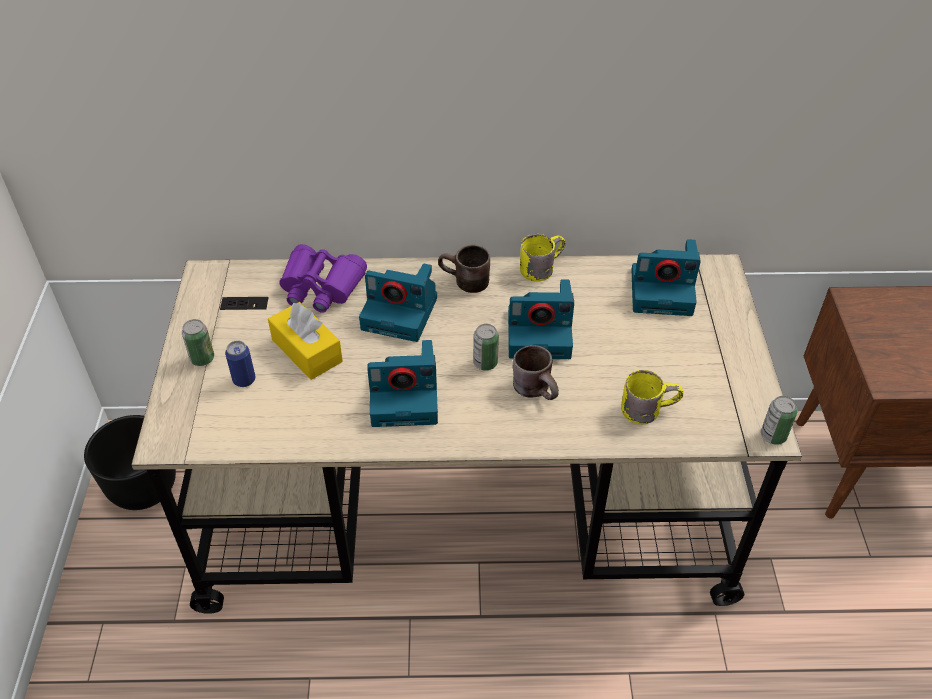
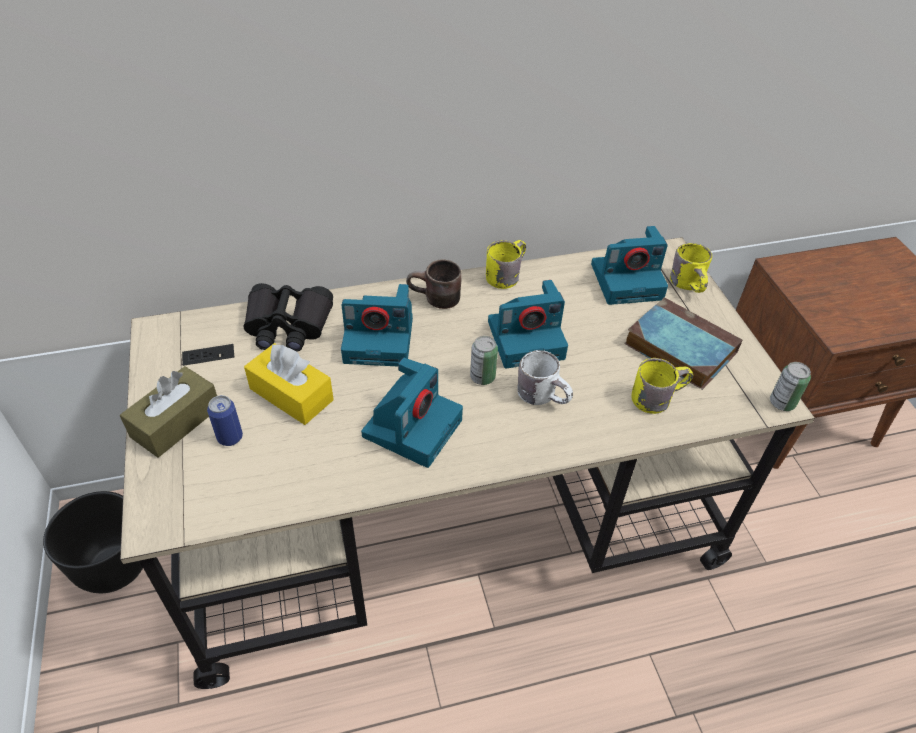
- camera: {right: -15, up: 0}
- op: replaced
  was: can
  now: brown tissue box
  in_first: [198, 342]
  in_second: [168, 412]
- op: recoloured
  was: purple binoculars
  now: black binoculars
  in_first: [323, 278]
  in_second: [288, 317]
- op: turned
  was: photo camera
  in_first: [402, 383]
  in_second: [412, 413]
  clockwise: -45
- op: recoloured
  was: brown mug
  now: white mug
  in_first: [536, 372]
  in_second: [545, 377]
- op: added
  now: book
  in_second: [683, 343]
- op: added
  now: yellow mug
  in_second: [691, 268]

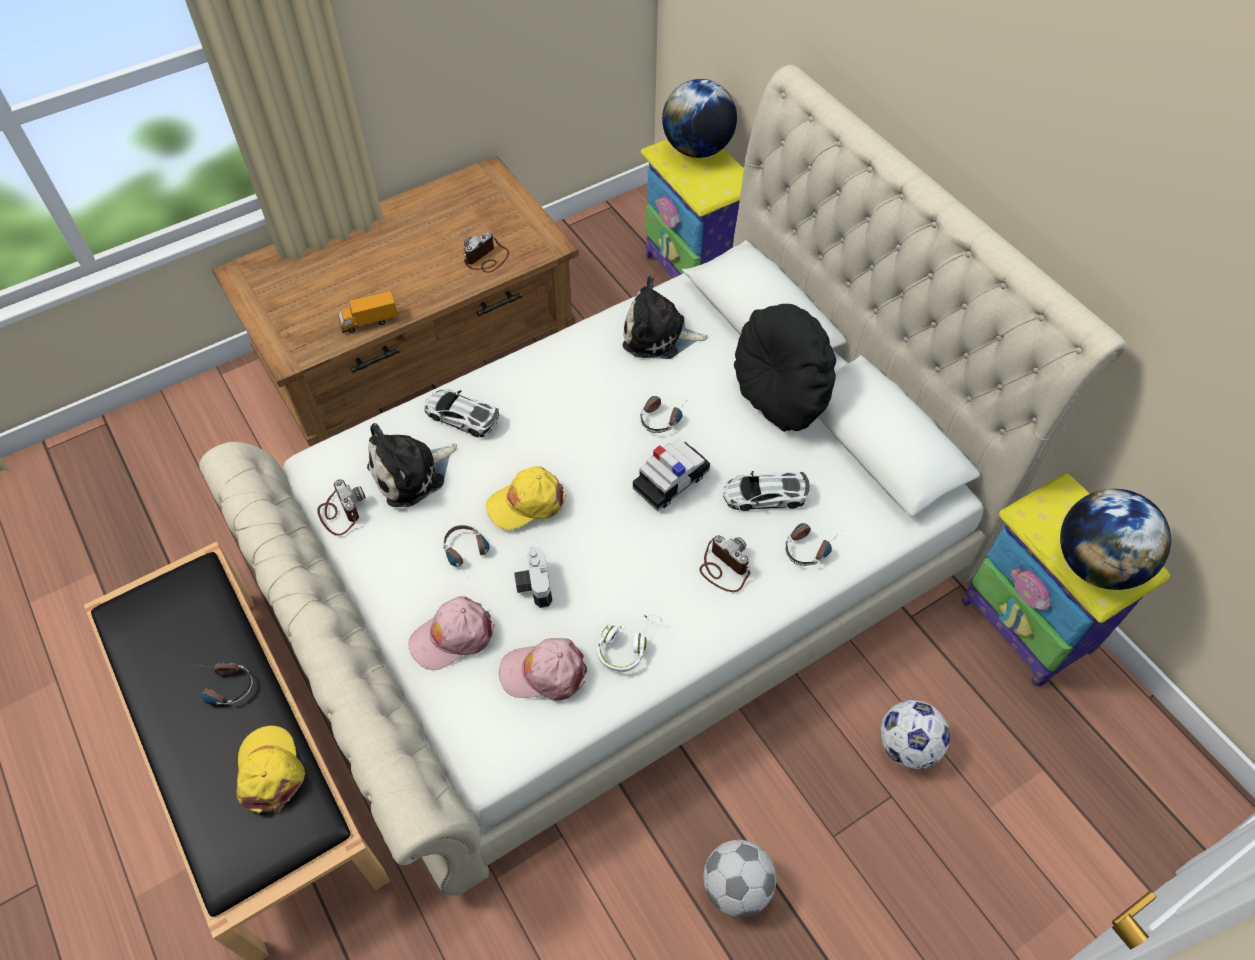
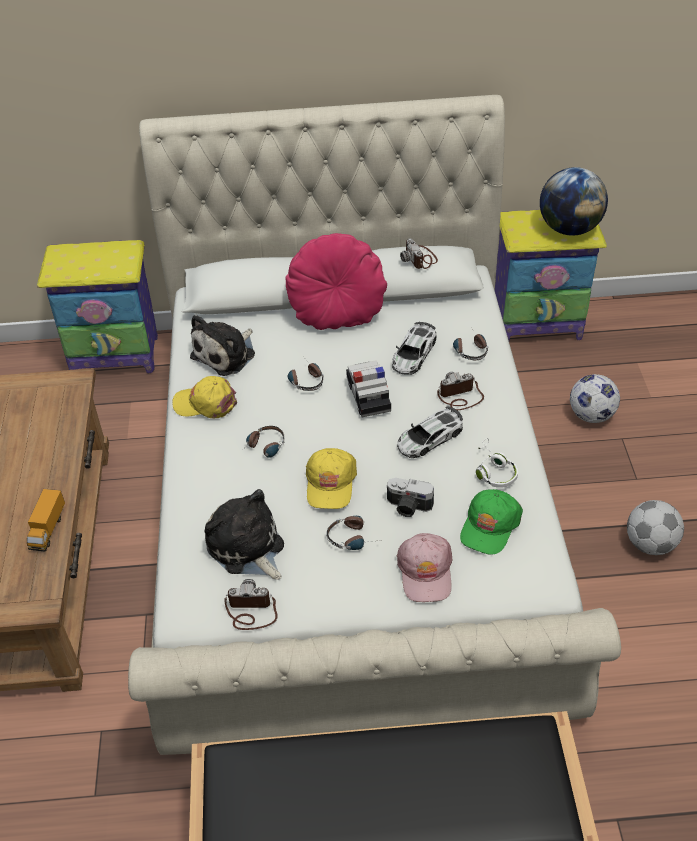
- camera: {right: -60, up: -10}
- op: moved
  was: headphones
  in_first: [225, 683]
  in_second: [261, 442]
- op: moved
  was: yellow cap
  in_first: [270, 769]
  in_second: [204, 397]
- op: turned
  was: plush toy
  in_first: [412, 465]
  in_second: [244, 534]
  clockwise: 150
- op: moved
  was: toy car
  in_first: [462, 413]
  in_second: [430, 432]
- op: moved
  was: photo camera
  in_first: [486, 252]
  in_second: [419, 253]
- op: recoloured
  was: pink cap
  now: green cap
  in_first: [543, 669]
  in_second: [491, 522]
- op: removed
  was: globe
  in_first: [699, 118]
- op: recoloured
  was: black pillow
  now: pink pillow
  in_first: [785, 368]
  in_second: [336, 281]

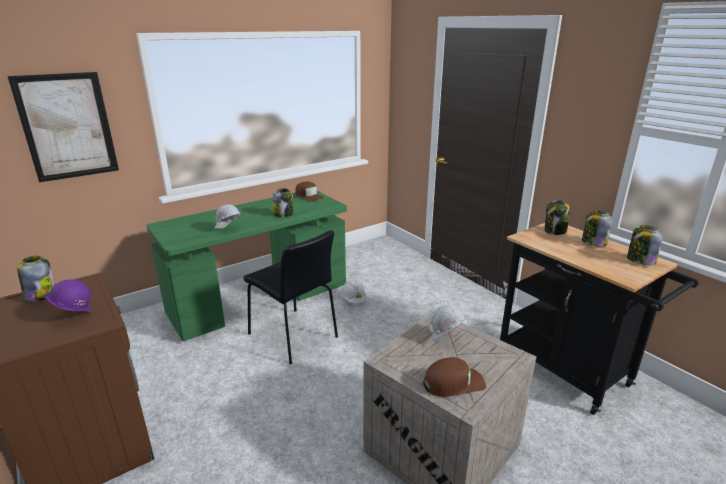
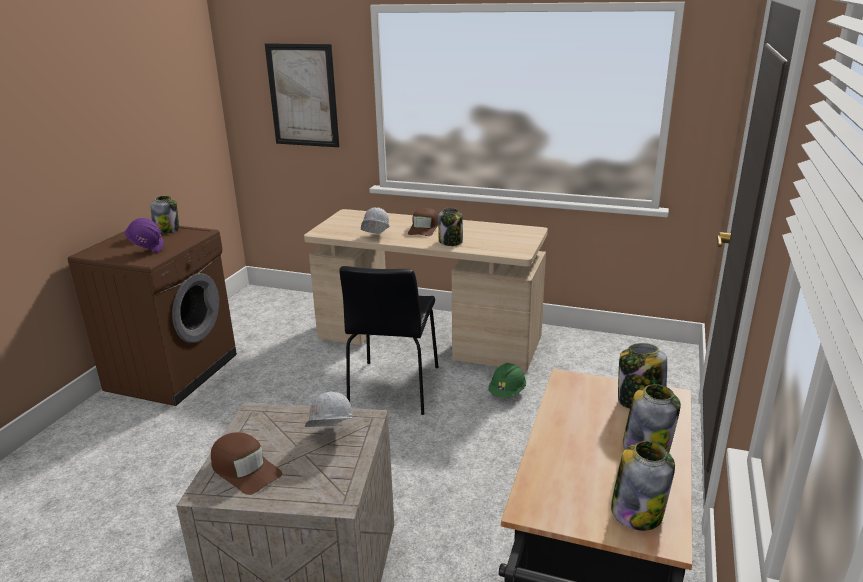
- camera: {right: 55, up: 0}
- op: recoloured
  was: green desk
  now: beige desk
  in_first: [247, 266]
  in_second: [426, 290]
- op: moved
  was: brown cap
  in_first: [309, 192]
  in_second: [423, 222]
- op: recoloured
  was: white hard hat
  now: green hard hat
  in_first: [354, 291]
  in_second: [507, 380]

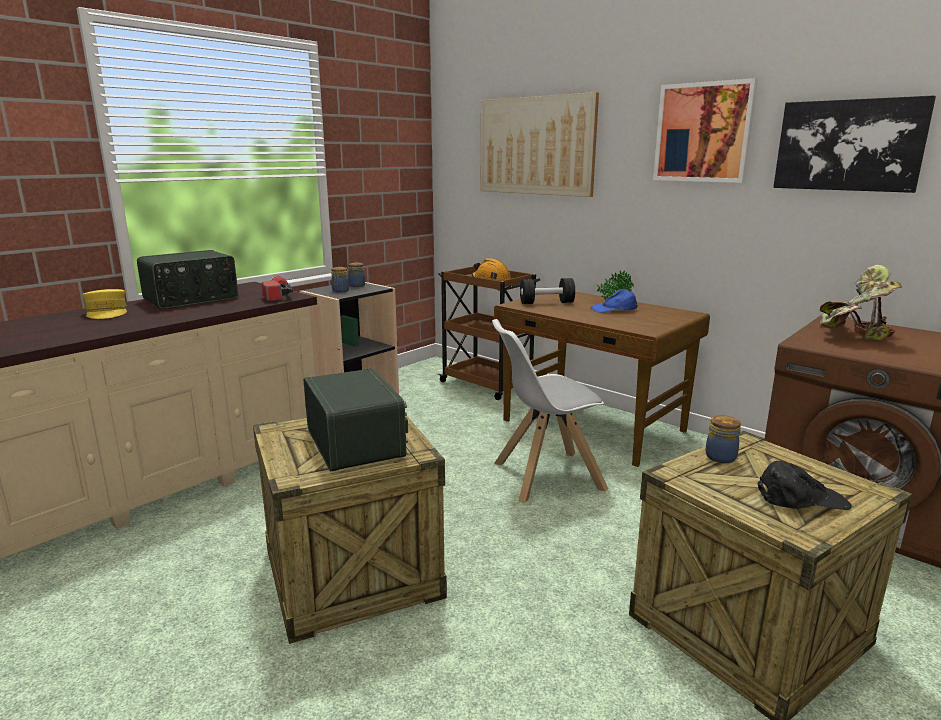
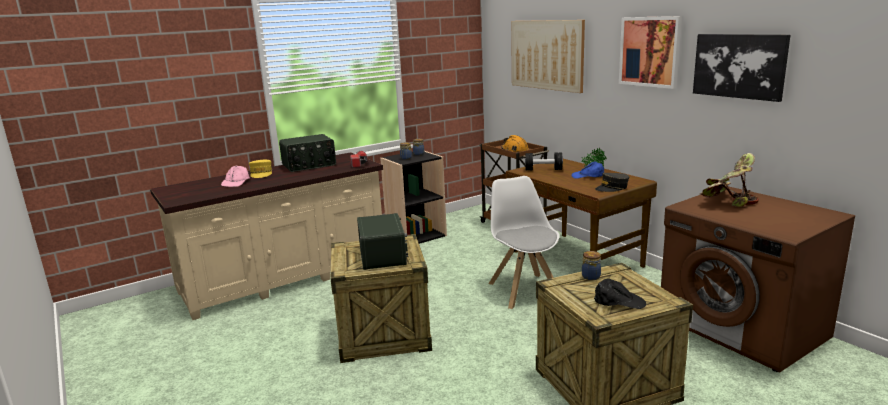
- camera: {right: 15, up: 0}
- op: turned
  was: chair
  in_first: [550, 411]
  in_second: [524, 242]
  clockwise: 75
- op: added
  now: pink cap
  in_second: [235, 176]
- op: added
  now: grey cap
  in_second: [612, 182]

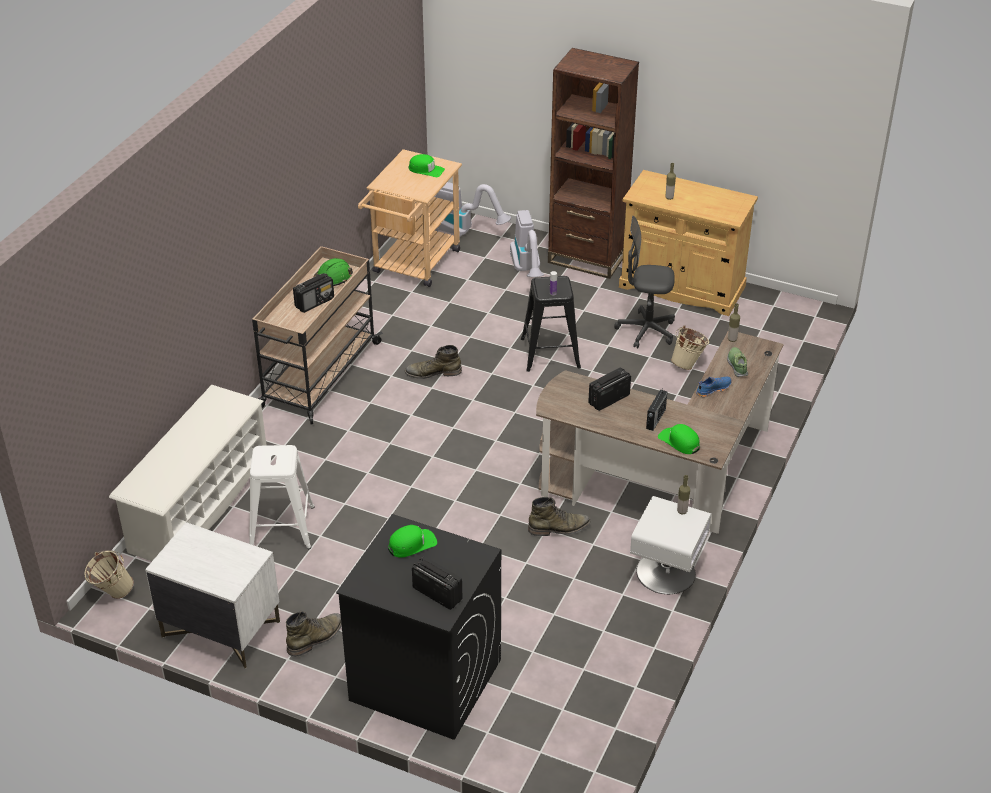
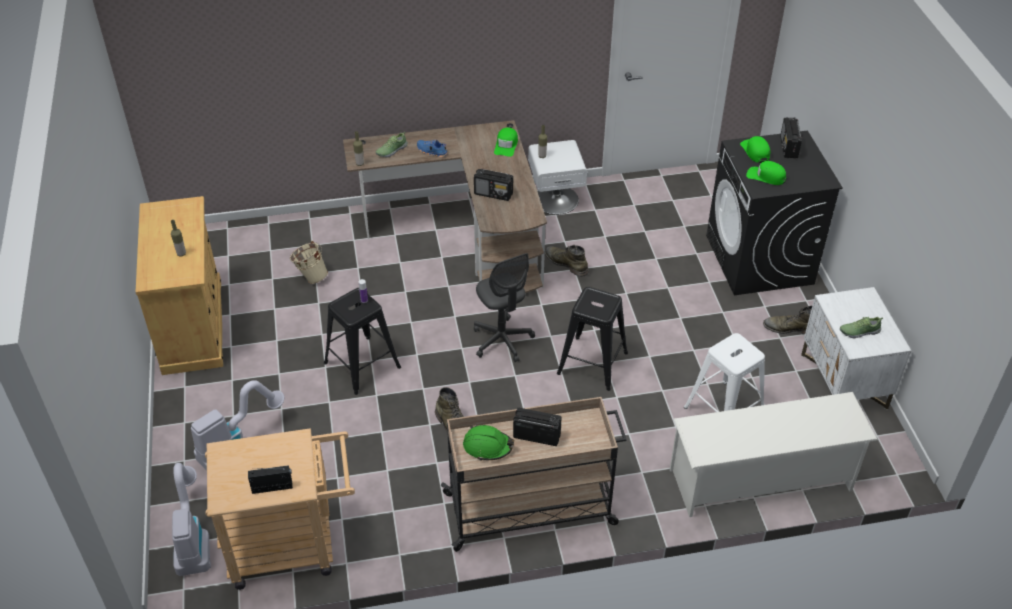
- camera: {right: -125, up: 5}
- op: removed
  was: beige bucket
  in_first: [109, 574]
- op: moved
  was: green cap
  in_first: [427, 165]
  in_second: [755, 149]
- op: removed
  was: brown bookcase
  in_first: [593, 163]
- op: moved
  was: grey office chair
  in_first: [644, 282]
  in_second: [504, 307]
- op: moved
  was: radio
  in_first: [656, 410]
  in_second: [270, 479]
- op: added
  now: black stool
  in_second: [592, 339]
- op: added
  now: shoe
  in_second: [861, 327]

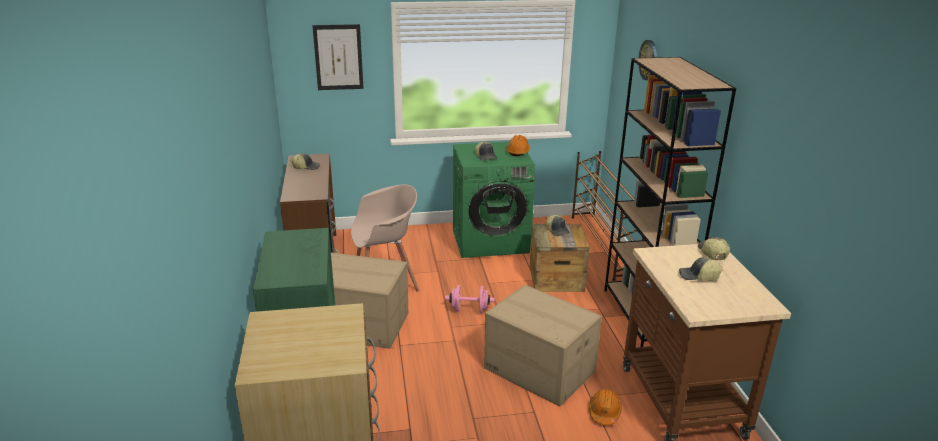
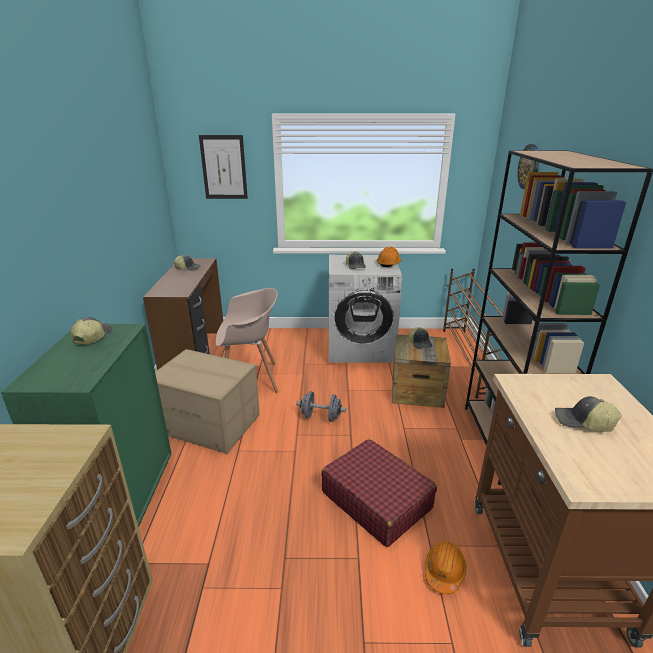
- camera: {right: 10, up: 0}
- op: recoloured
  was: pink dumbbell
  now: grey dumbbell
  in_first: [470, 299]
  in_second: [321, 406]
- op: recoloured
  was: green washing machine
  now: white washing machine
  in_first: [494, 200]
  in_second: [365, 309]
- op: replaced
  was: cardboard box
  now: red suitcase
  in_first: [543, 346]
  in_second: [379, 493]
- op: moved
  was: cap
  in_first: [714, 248]
  in_second: [91, 331]

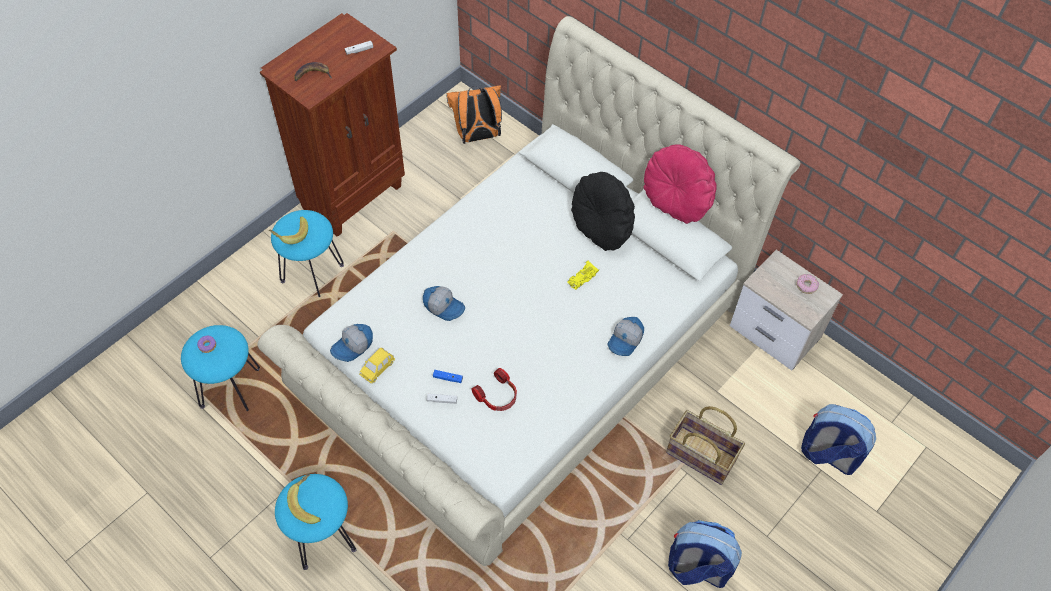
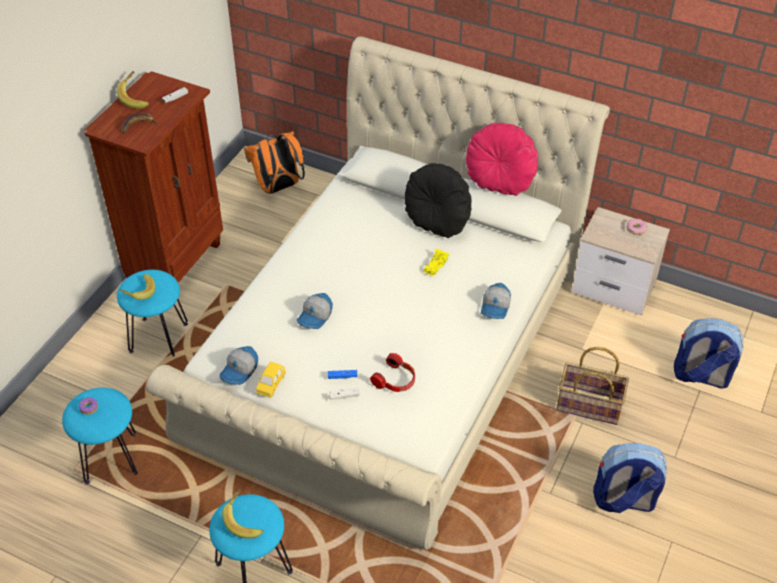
- camera: {right: -15, up: -10}
- op: turned
  was: cap
  in_first: [444, 303]
  in_second: [315, 311]
  clockwise: 105
- op: added
  now: banana
  in_second: [133, 90]

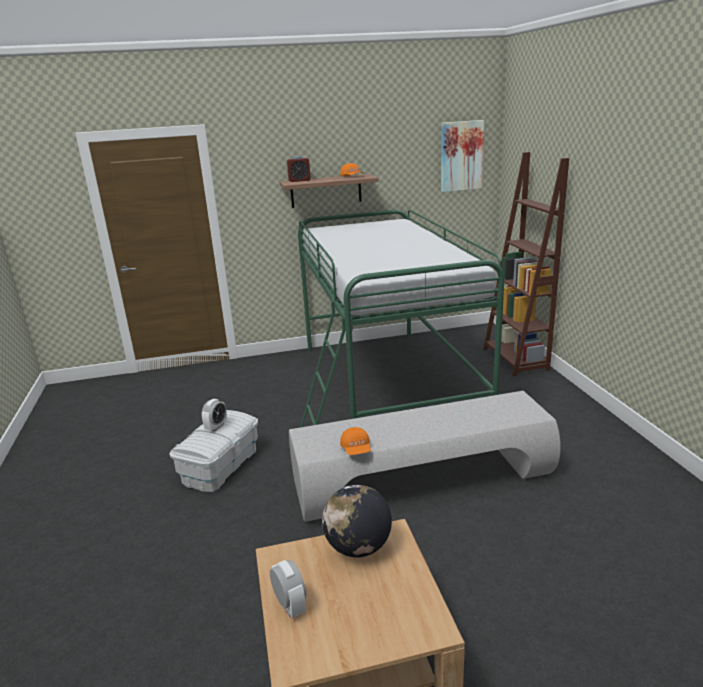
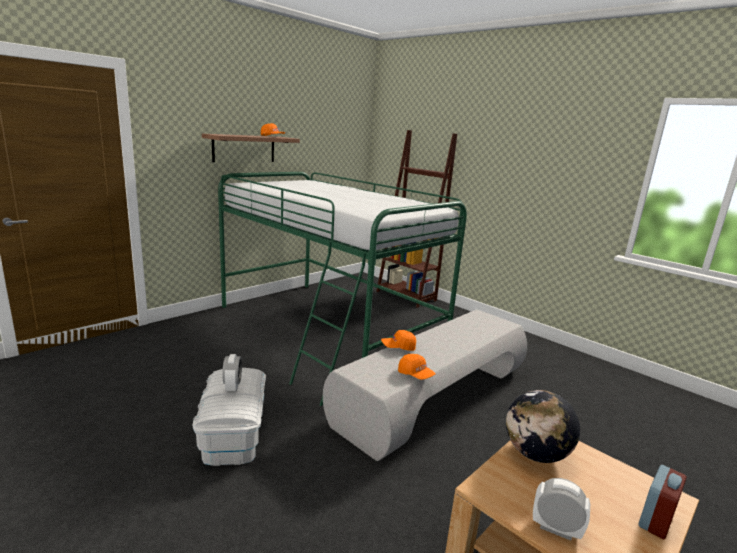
- camera: {right: -35, up: -5}
- op: moved
  was: alarm clock
  in_first: [299, 169]
  in_second: [662, 502]
- op: removed
  was: picture
  in_first: [462, 156]
- op: added
  now: orange cap
  in_second: [398, 340]

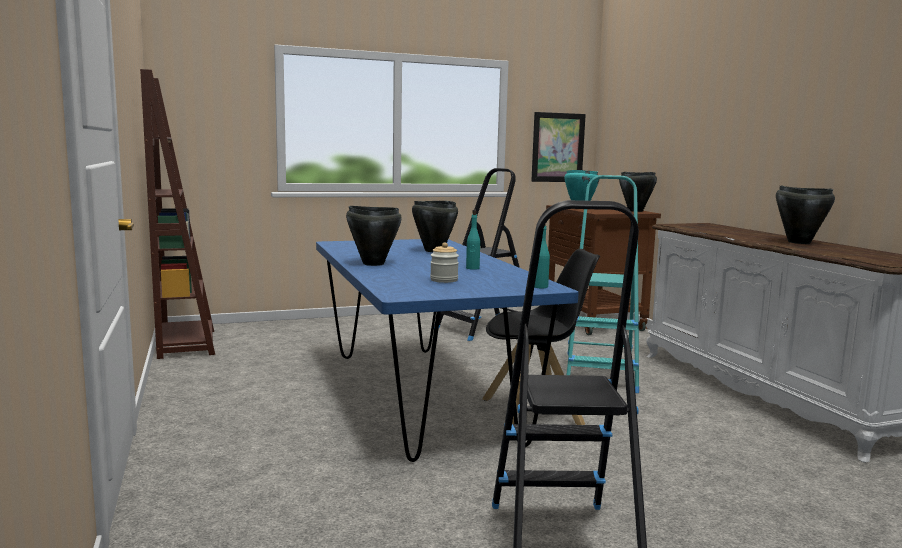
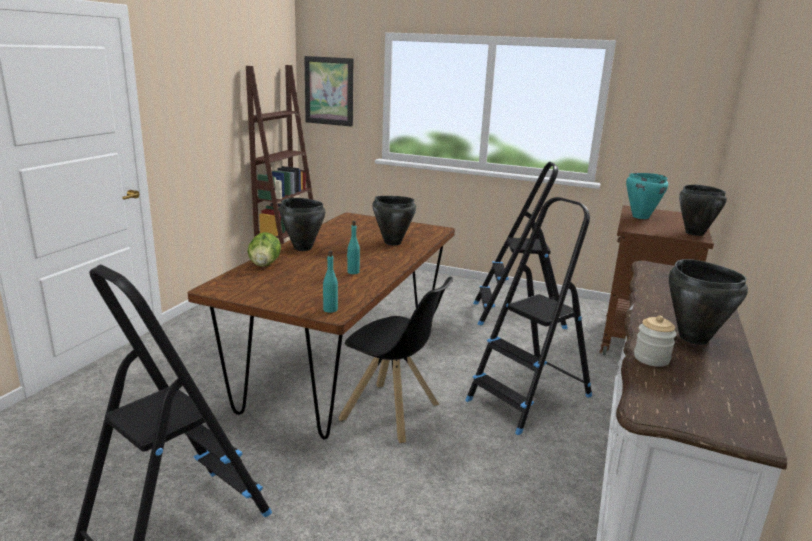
- camera: {right: 40, up: 10}
- op: recoloured
  was: blue dining table
  now: brown dining table
  in_first: [447, 350]
  in_second: [321, 326]
- op: moved
  was: jar
  in_first: [444, 262]
  in_second: [655, 341]
- op: moved
  was: picture
  in_first: [558, 147]
  in_second: [328, 91]
- op: recoloured
  was: turquoise step ladder
  now: black step ladder
  in_first: [603, 284]
  in_second: [528, 316]
- op: added
  now: lettuce
  in_second: [264, 249]

